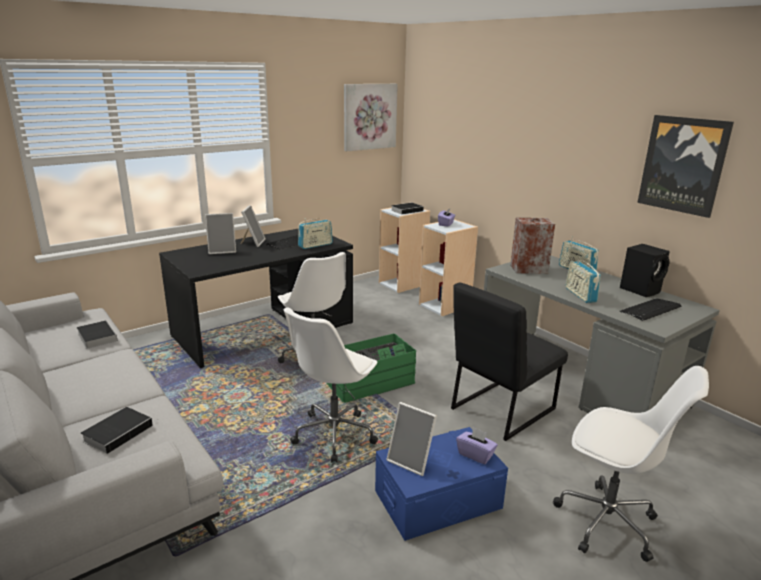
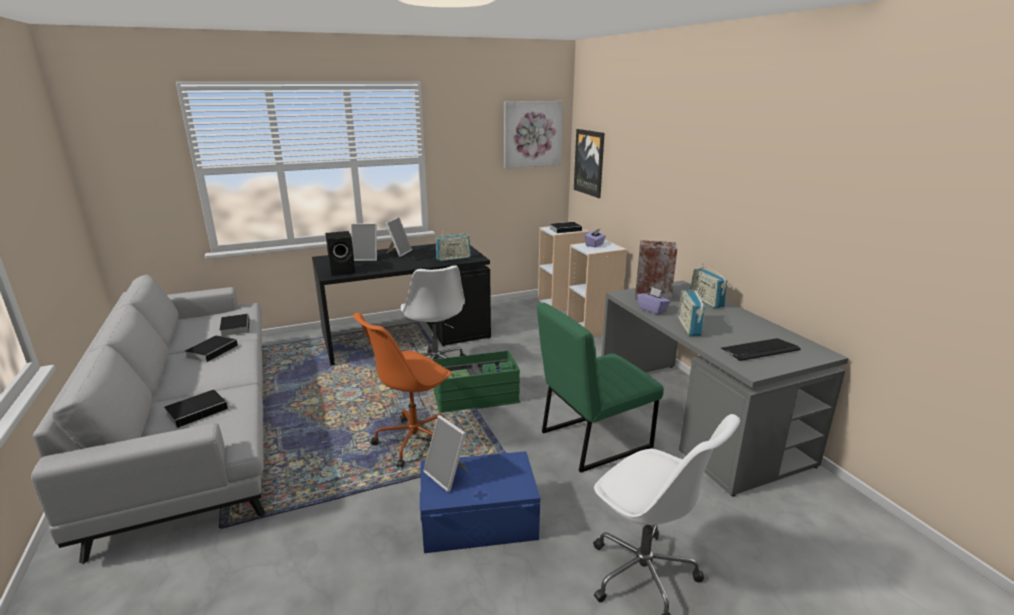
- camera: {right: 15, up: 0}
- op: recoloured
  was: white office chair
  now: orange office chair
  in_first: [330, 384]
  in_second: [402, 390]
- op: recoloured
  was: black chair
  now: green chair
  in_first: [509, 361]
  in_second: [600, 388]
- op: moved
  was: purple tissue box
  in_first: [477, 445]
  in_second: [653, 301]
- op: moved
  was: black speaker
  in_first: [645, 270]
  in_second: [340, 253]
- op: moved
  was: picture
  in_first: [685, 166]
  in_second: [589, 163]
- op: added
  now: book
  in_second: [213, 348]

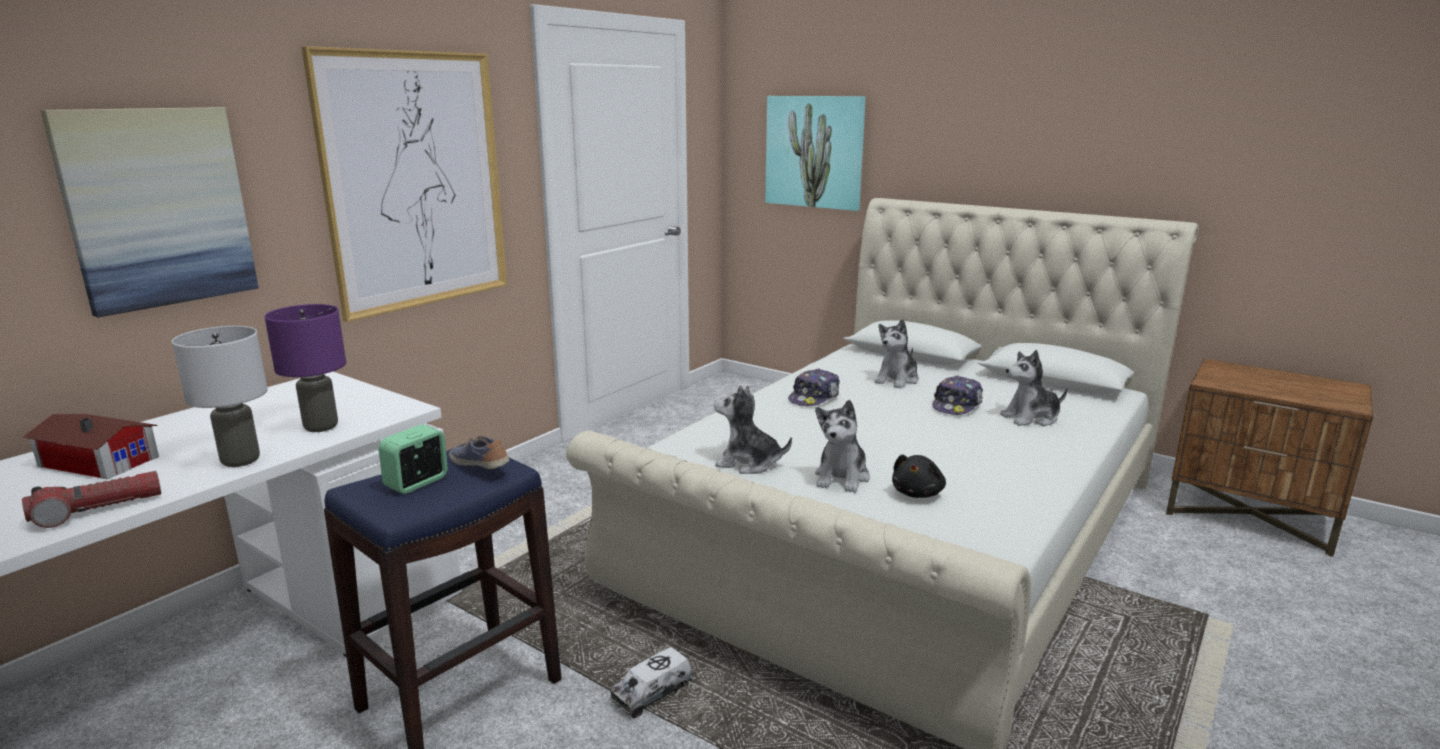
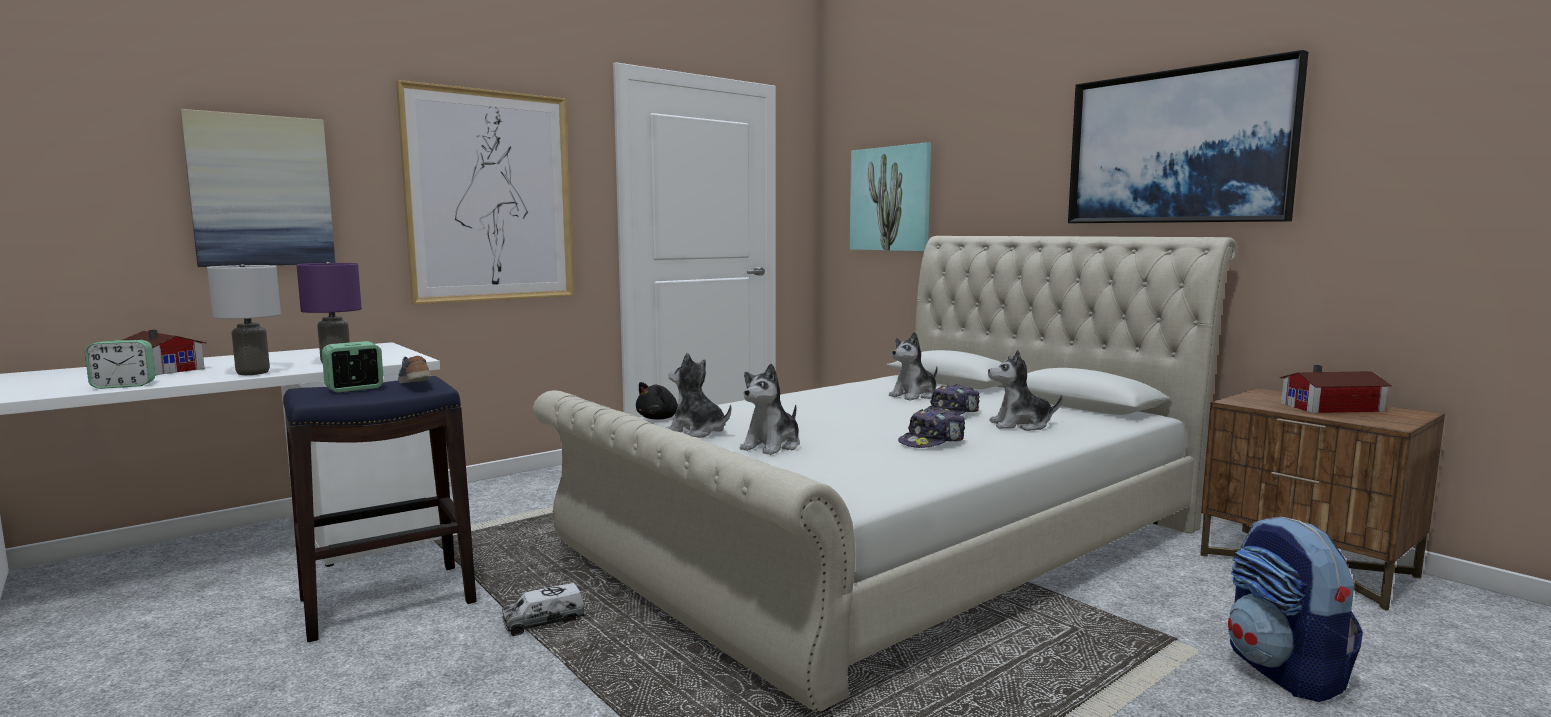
- camera: {right: 15, up: -10}
- op: replaced
  was: flashlight
  now: alarm clock
  in_first: [91, 499]
  in_second: [120, 364]
- op: moved
  was: cap
  in_first: [814, 387]
  in_second: [931, 428]
- op: moved
  was: black plush toy
  in_first: [919, 476]
  in_second: [657, 401]
- op: added
  now: picture
  in_second: [1188, 136]
- op: added
  now: backpack
  in_second: [1295, 609]
- op: added
  now: toy house
  in_second: [1335, 389]

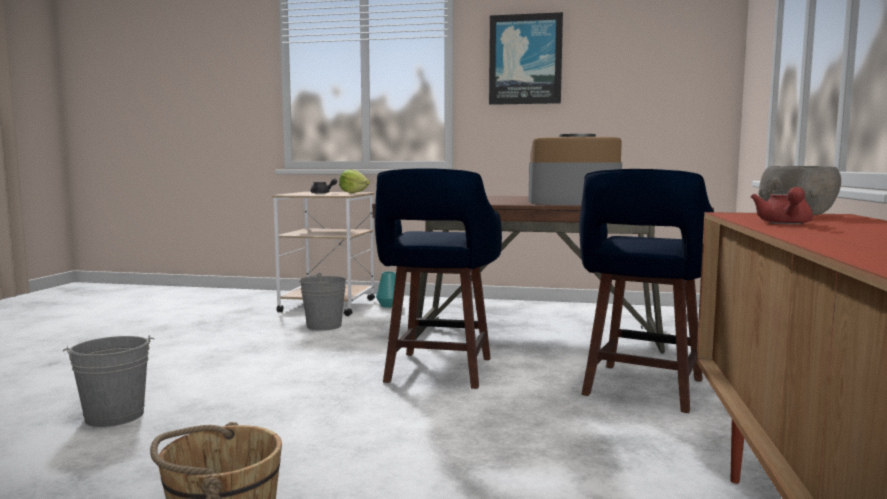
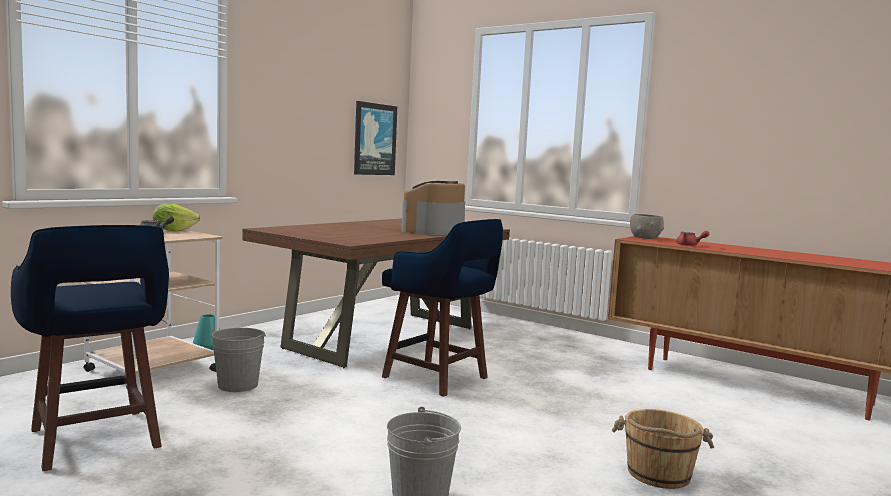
- camera: {right: -65, up: 0}
- op: moved
  was: picture
  in_first: [526, 58]
  in_second: [375, 138]
- op: moved
  was: blue stool
  in_first: [646, 291]
  in_second: [90, 348]

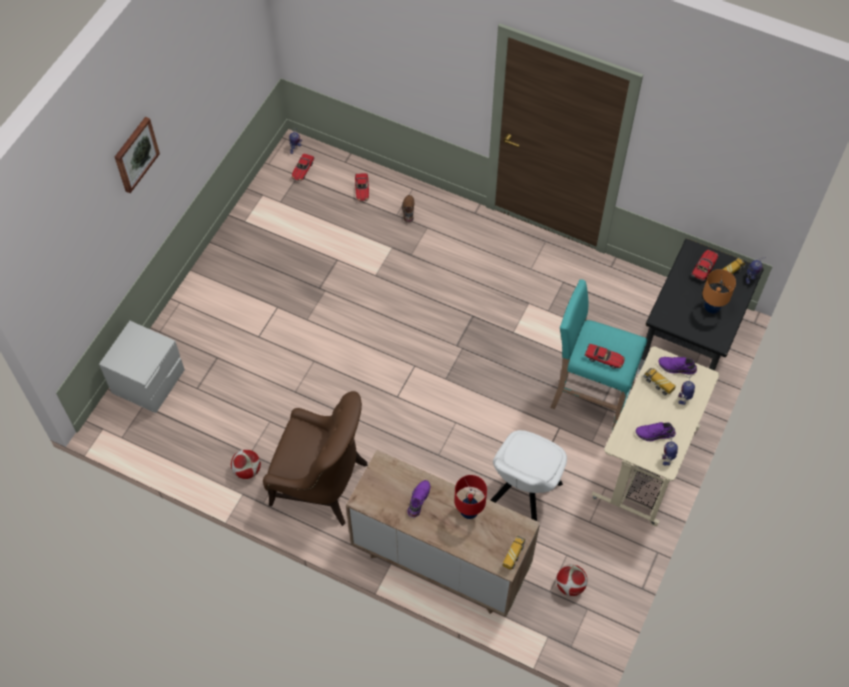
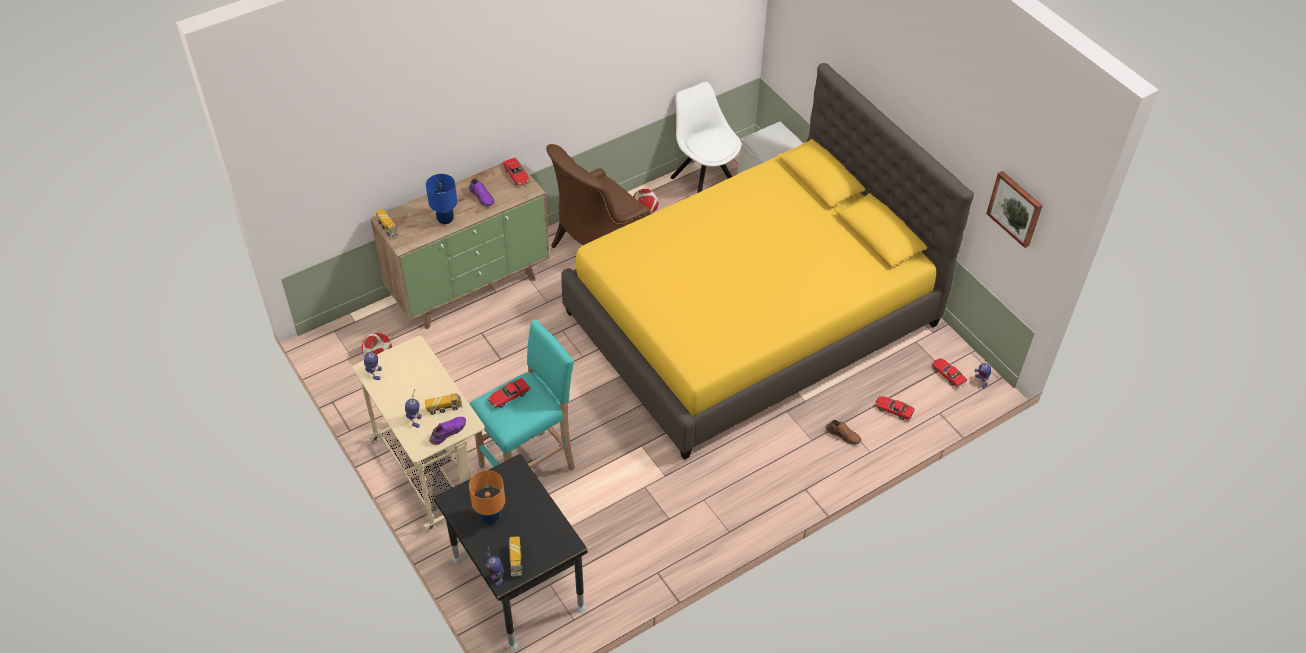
- camera: {right: 120, up: -10}
- op: moved
  was: picture
  in_first: [137, 155]
  in_second: [1014, 209]
- op: recoloured
  was: red table lamp
  now: blue table lamp
  in_first: [470, 497]
  in_second: [441, 199]
- op: moved
  was: white chair
  in_first: [528, 475]
  in_second: [705, 137]
- op: removed
  was: purple shoe
  in_first: [656, 431]
- op: moved
  was: toy car
  in_first: [704, 265]
  in_second: [516, 172]
- op: added
  now: yellow bed
  in_second: [768, 261]

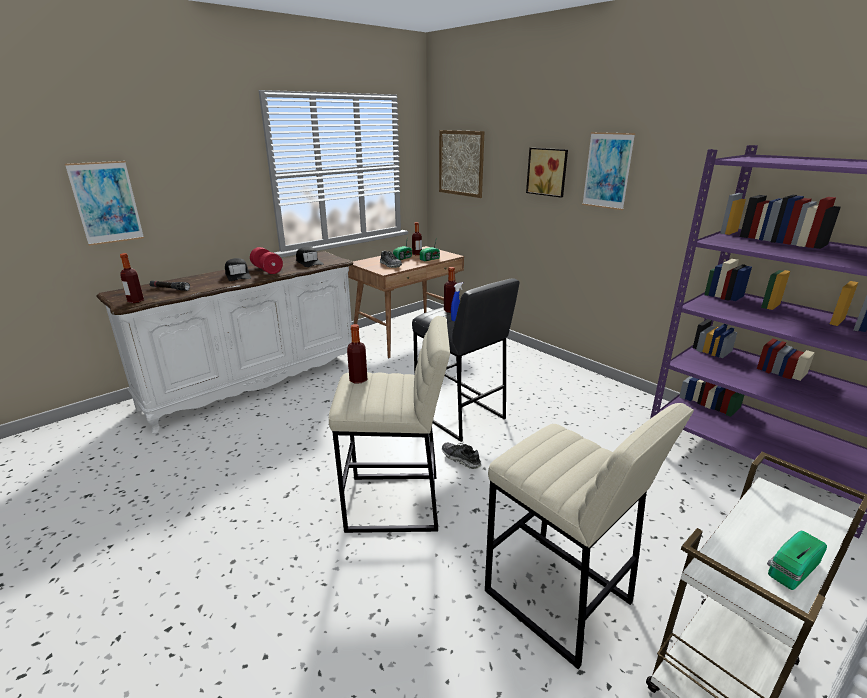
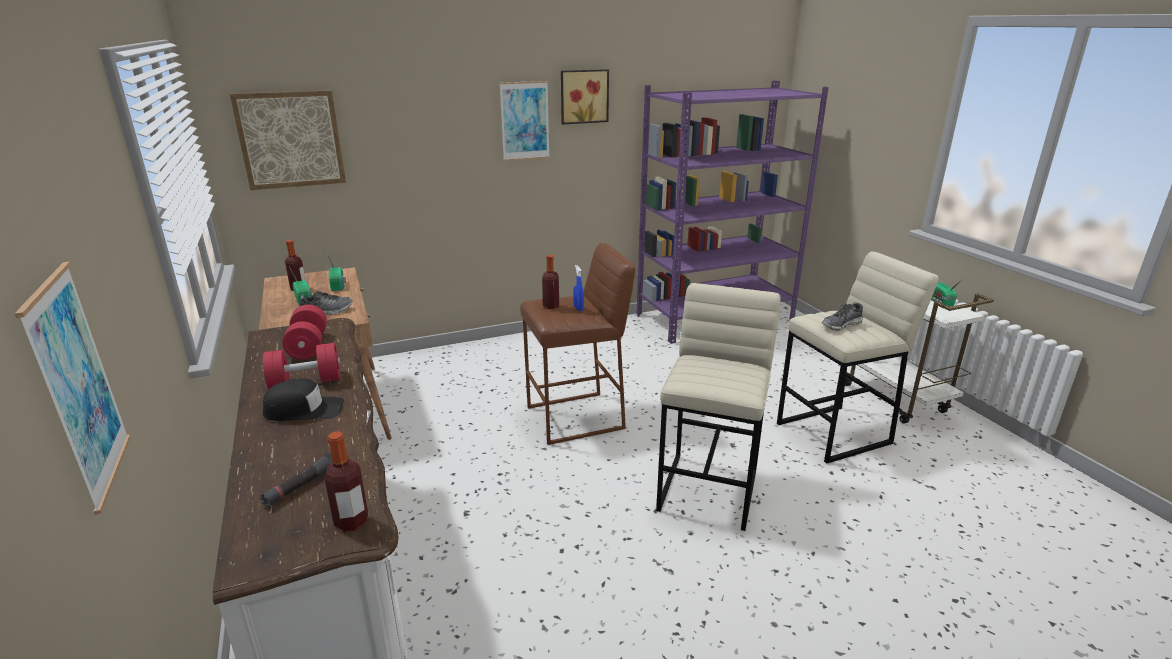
- camera: {right: -70, up: 0}
- op: replaced
  was: black cap
  now: red dumbbell
  in_first: [309, 257]
  in_second: [304, 332]
- op: removed
  was: bottle
  in_first: [357, 354]
- op: recoloured
  was: grey stool
  now: brown stool
  in_first: [466, 360]
  in_second: [577, 344]
- op: moved
  was: shoe
  in_first: [461, 455]
  in_second: [842, 316]
- op: moved
  was: picture
  in_first: [547, 173]
  in_second: [585, 96]

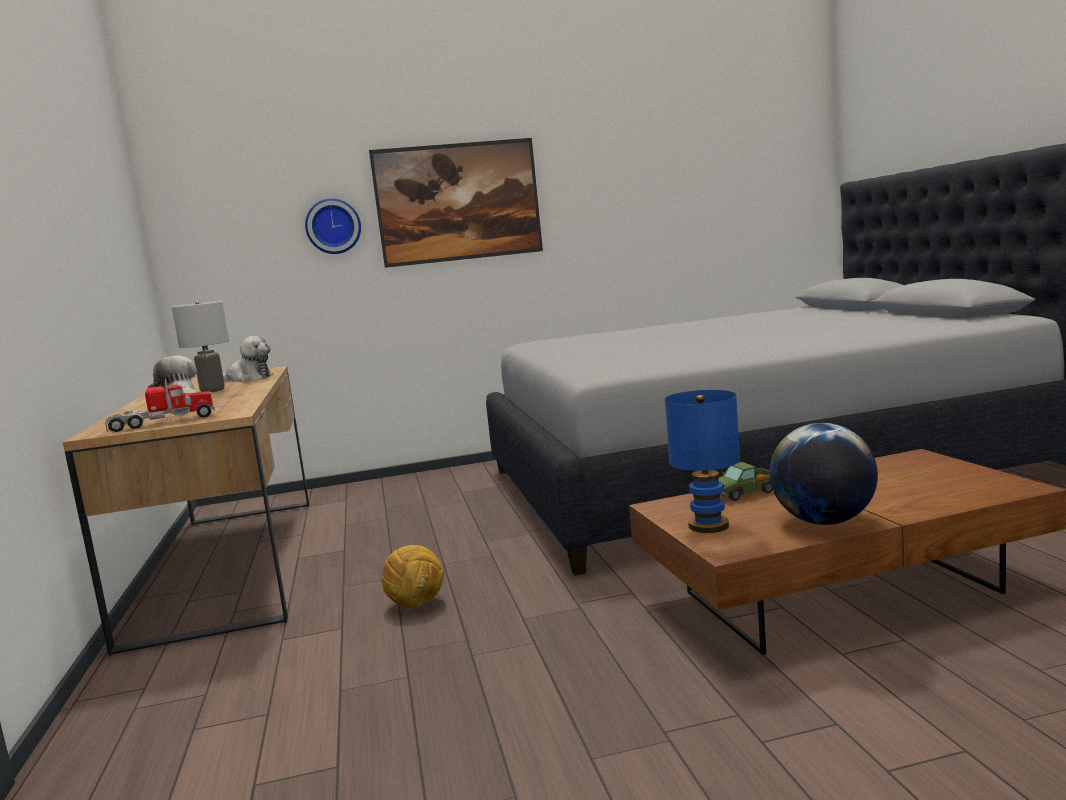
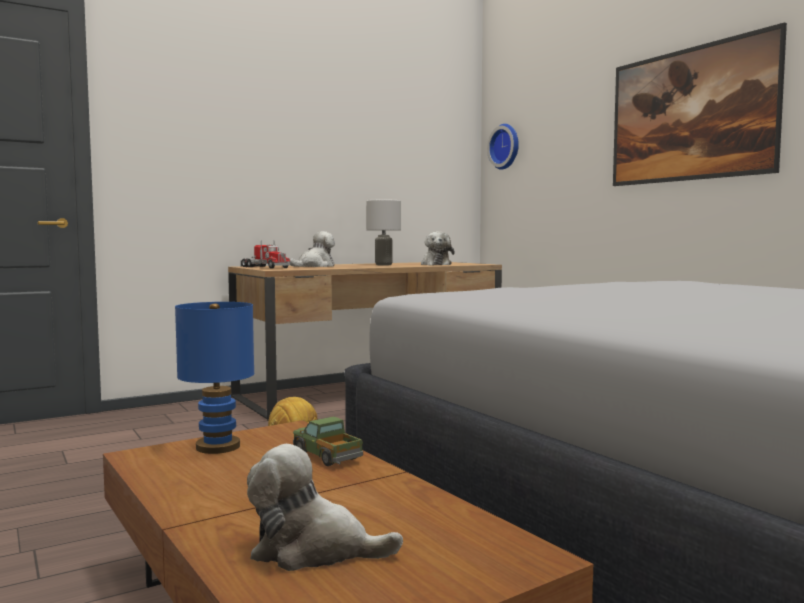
- camera: {right: 70, up: -5}
- op: moved
  was: wall clock
  in_first: [333, 226]
  in_second: [503, 147]
- op: removed
  was: globe
  in_first: [824, 474]
- op: added
  now: plush toy
  in_second: [325, 507]

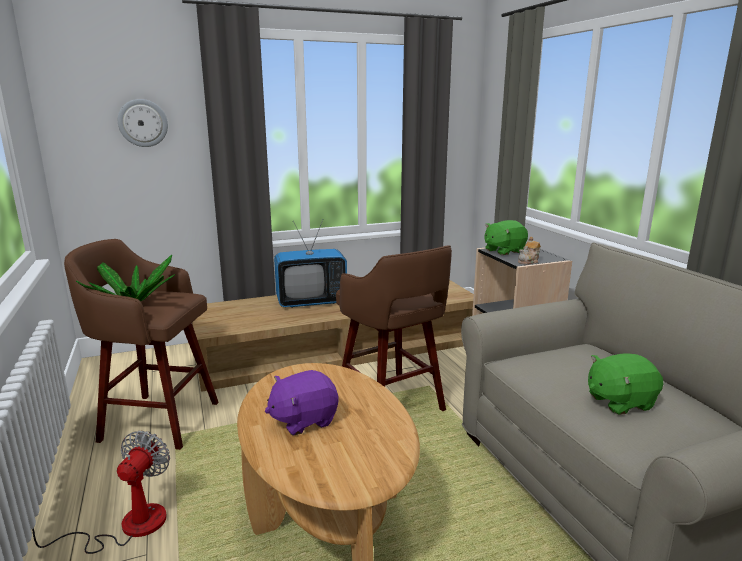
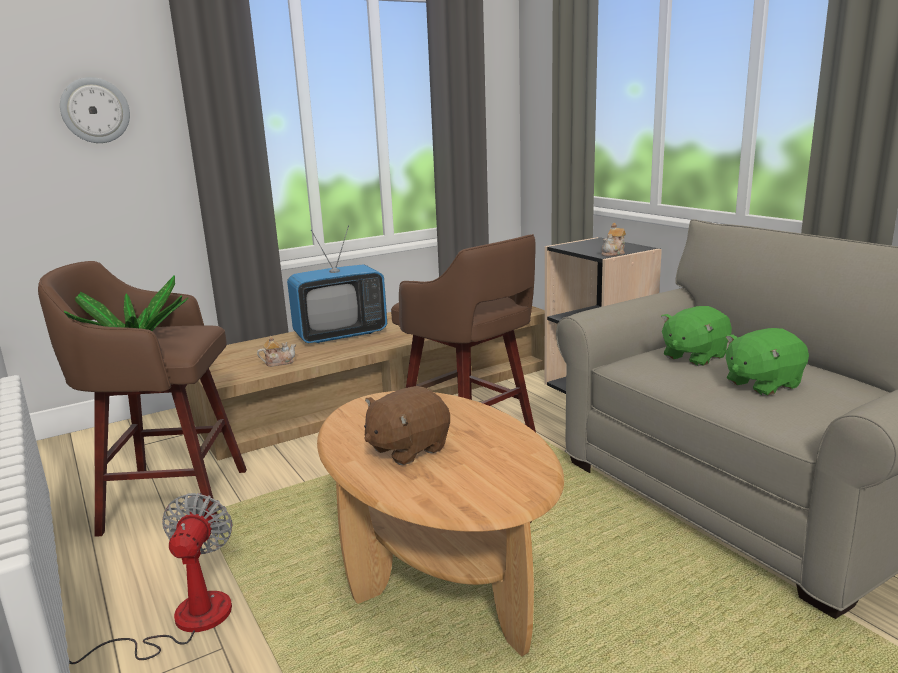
- camera: {right: -10, up: 0}
- op: recoloured
  was: purple plush toy
  now: brown plush toy
  in_first: [301, 403]
  in_second: [407, 425]
- op: moved
  was: green plush toy
  in_first: [506, 237]
  in_second: [696, 336]
- op: added
  now: teapot
  in_second: [276, 351]

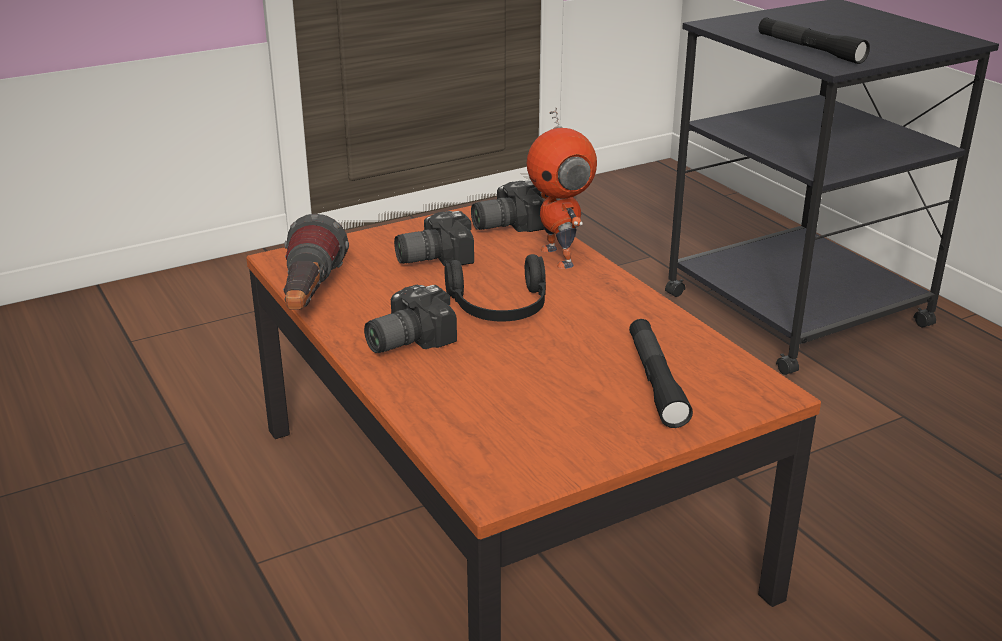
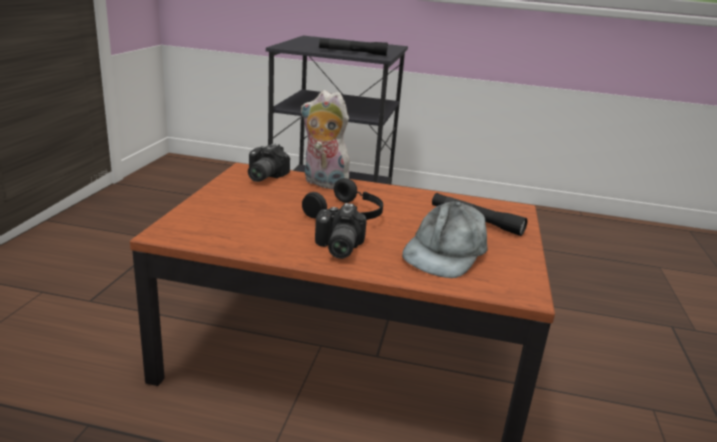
- camera: {right: -50, up: -5}
- op: removed
  was: flashlight
  in_first: [316, 262]
- op: removed
  was: photo camera
  in_first: [434, 238]
- op: replaced
  was: toy robot
  now: plush toy
  in_first: [562, 188]
  in_second: [325, 139]
- op: added
  now: grey cap
  in_second: [444, 239]

